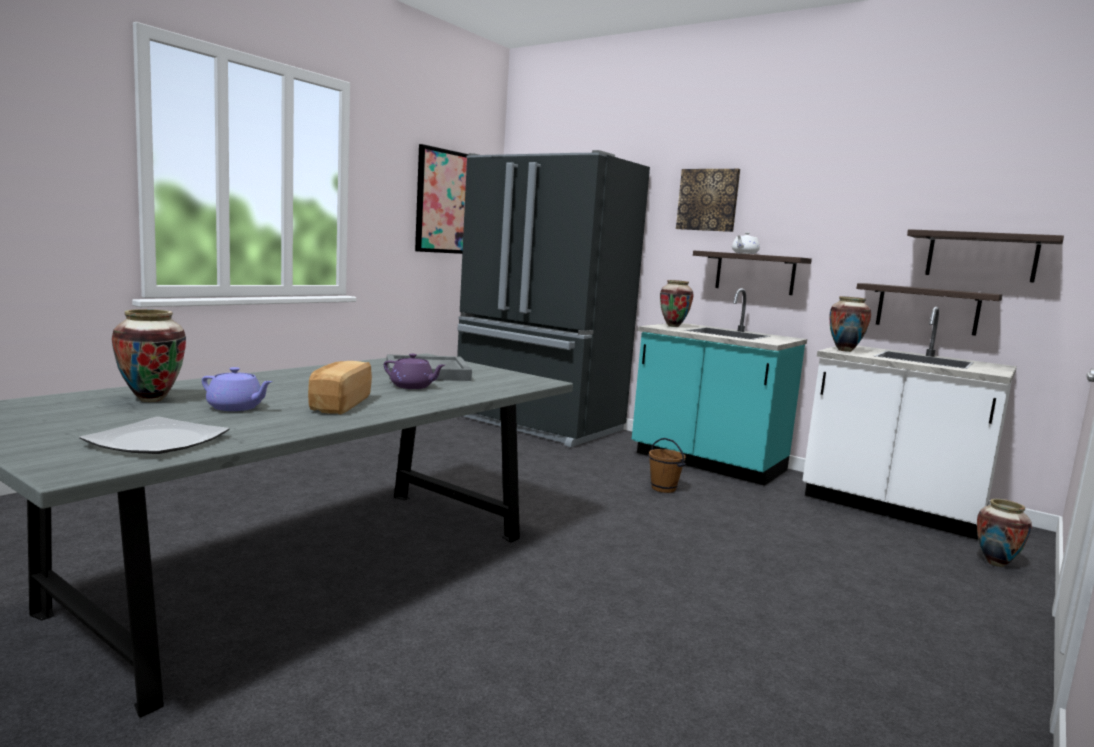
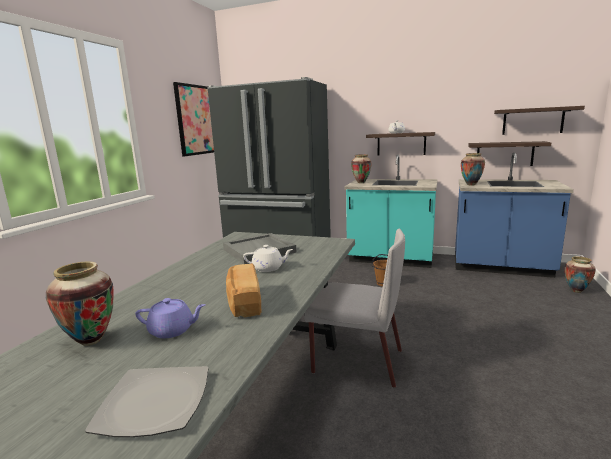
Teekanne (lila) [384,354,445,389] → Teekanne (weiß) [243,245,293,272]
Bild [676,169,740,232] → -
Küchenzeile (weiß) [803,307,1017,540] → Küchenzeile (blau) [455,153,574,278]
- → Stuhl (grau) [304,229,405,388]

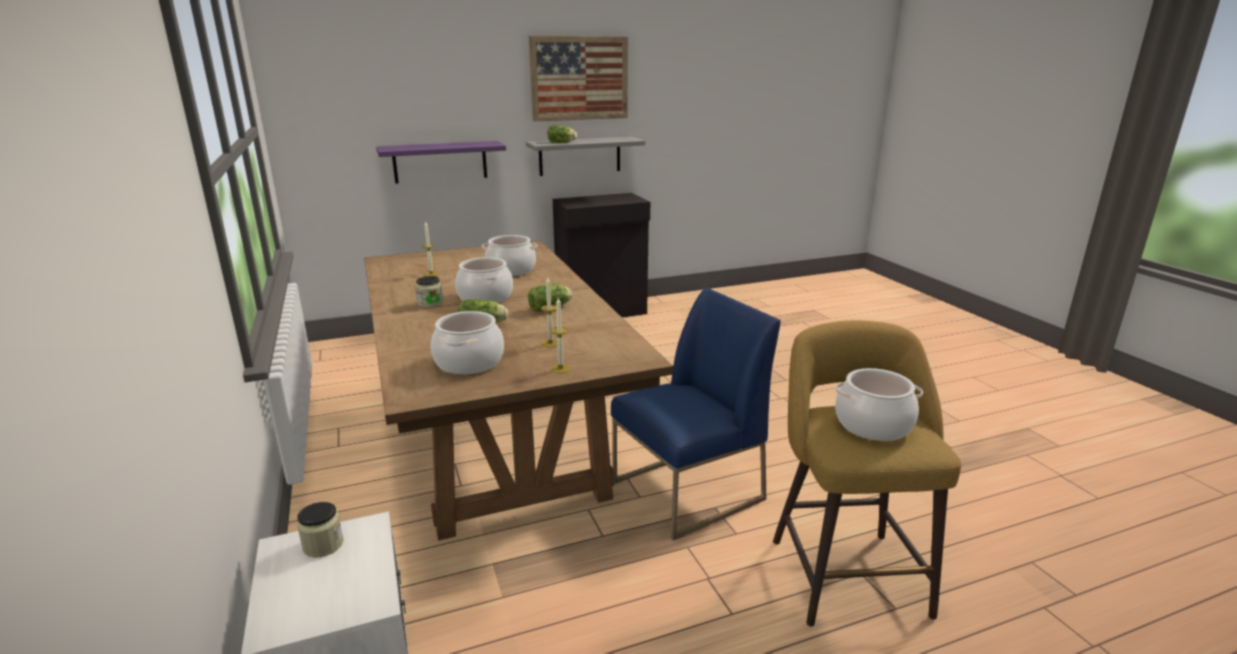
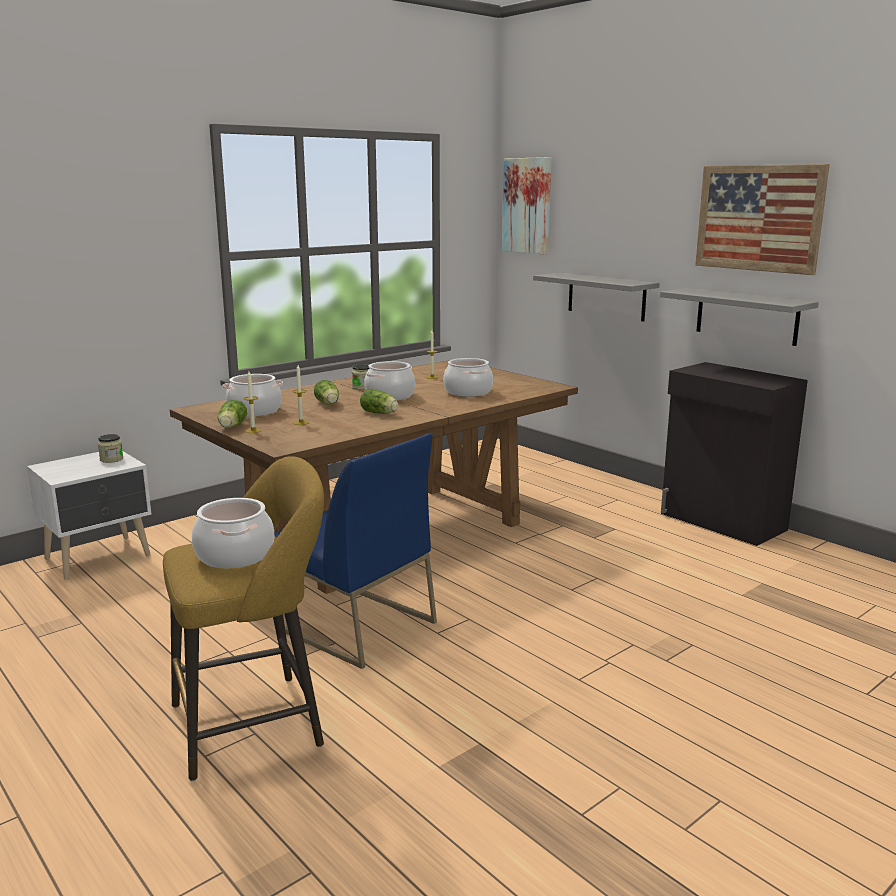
Wandregal (lila) [376,141,506,184] → Wandregal (grau) [533,273,660,322]
Salatkopf [547,125,577,143] → Salatkopf [218,400,247,428], relocated
- → Bild [502,157,551,255]

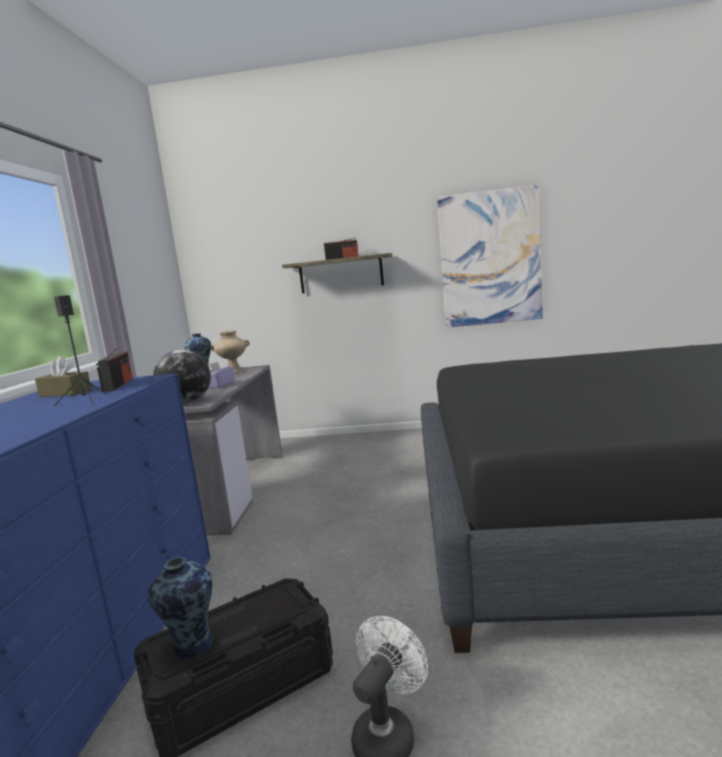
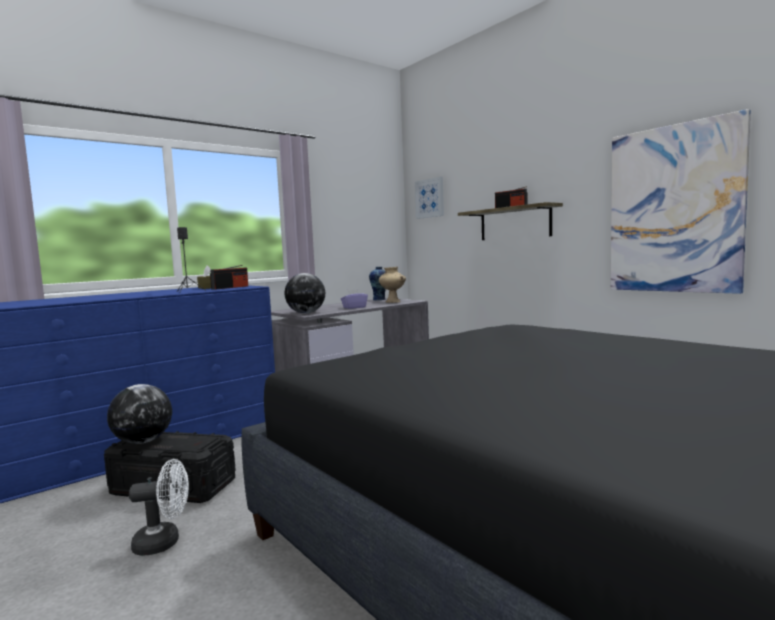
Vase [148,557,213,660] → Globus [107,384,172,444]
- → Bild [415,177,444,219]

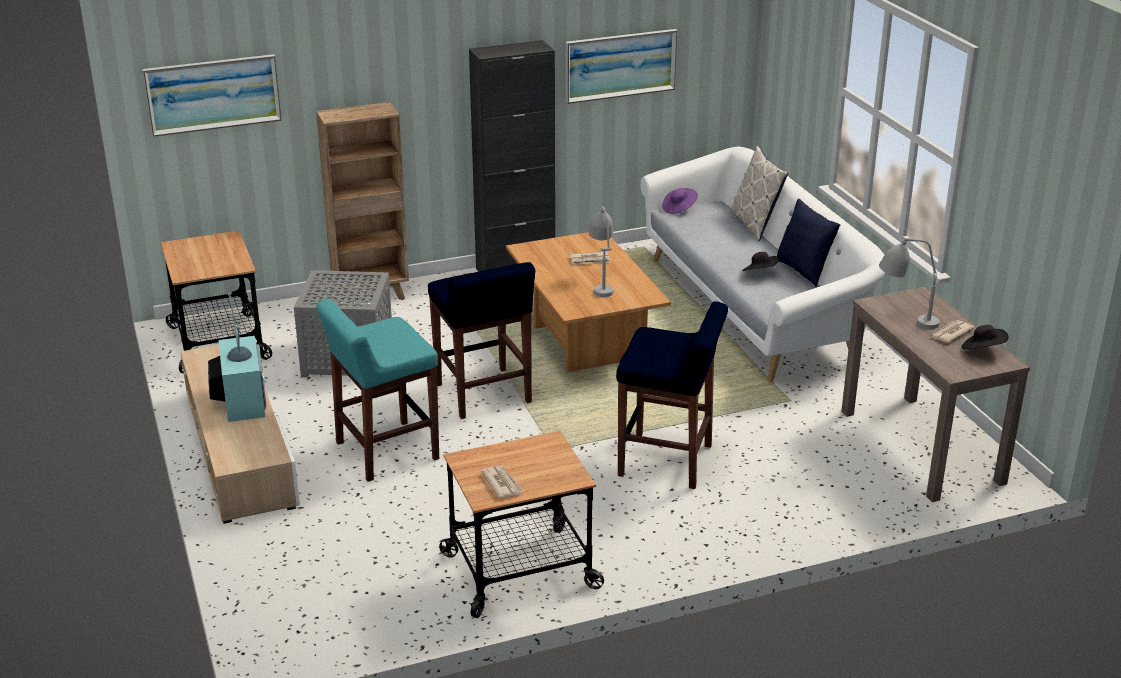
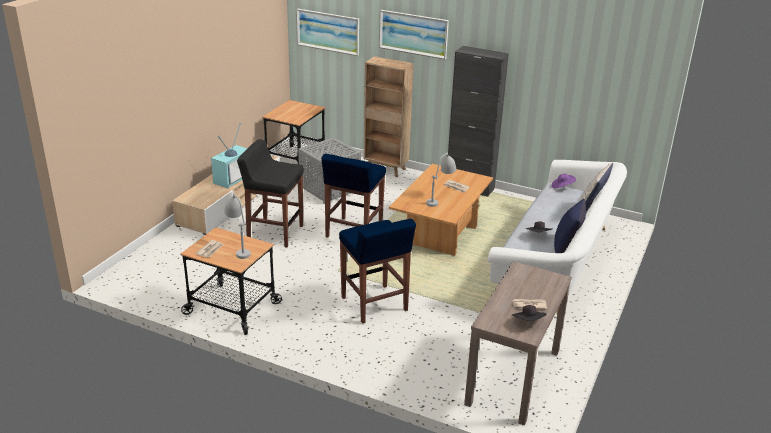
Hocker (türkis) [316,298,439,482] → Hocker (schwarz) [237,139,304,248]
Bild [566,29,677,104] → Bild [379,10,449,59], relocated
Tischlampe (grau) [879,238,940,329] → Tischlampe (grau) [224,194,250,259], relocated

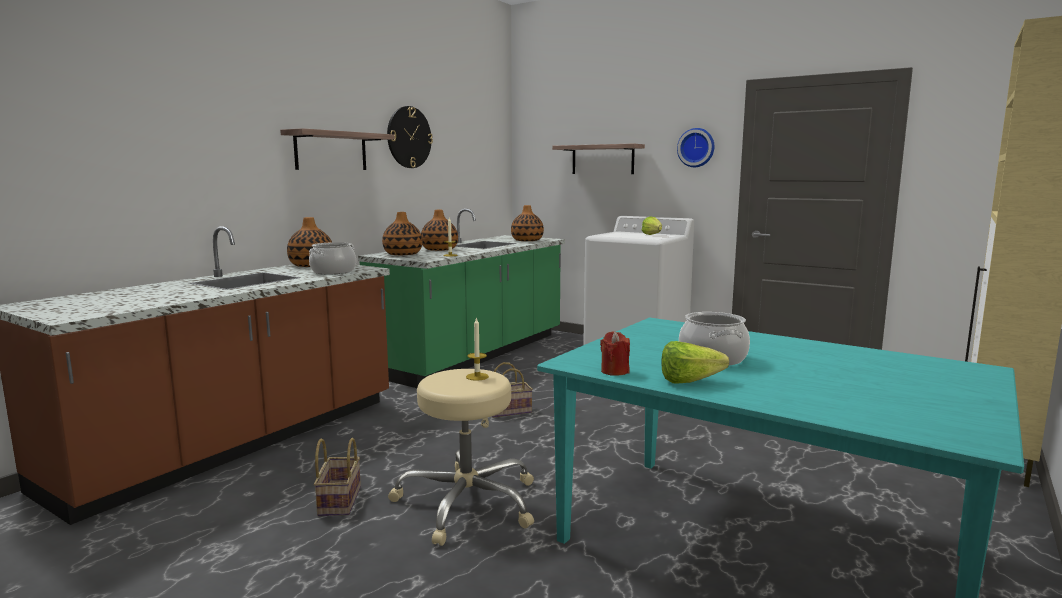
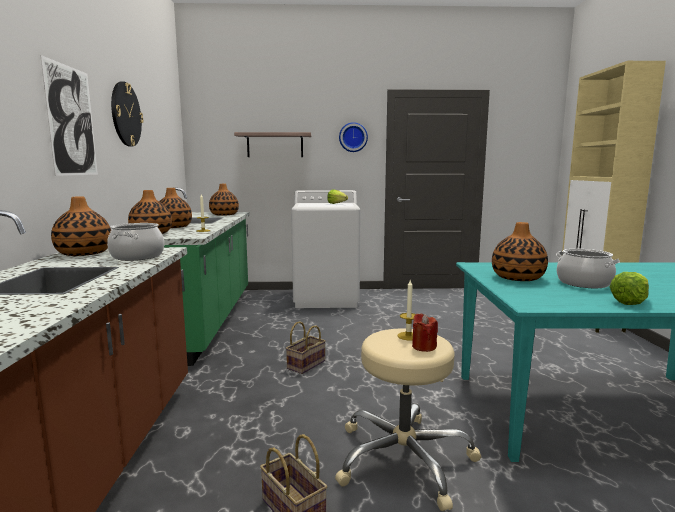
Wandregal [280,128,395,170] → Bild [40,55,98,176]
Kerze (rot) [600,331,630,376] → Kerze (rot) [412,313,438,352], relocated
- → Vase [492,222,548,281]

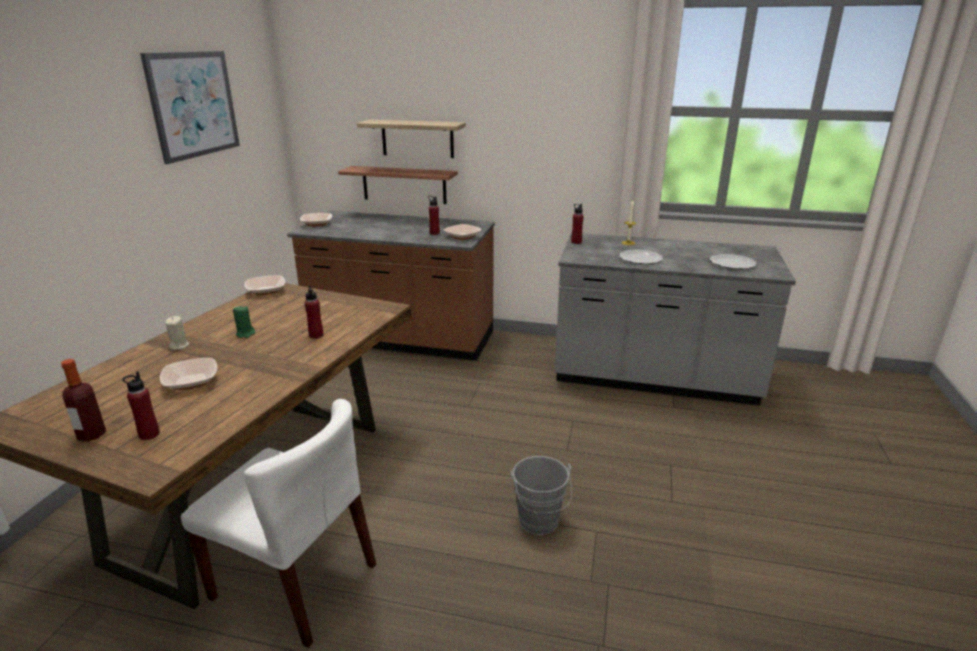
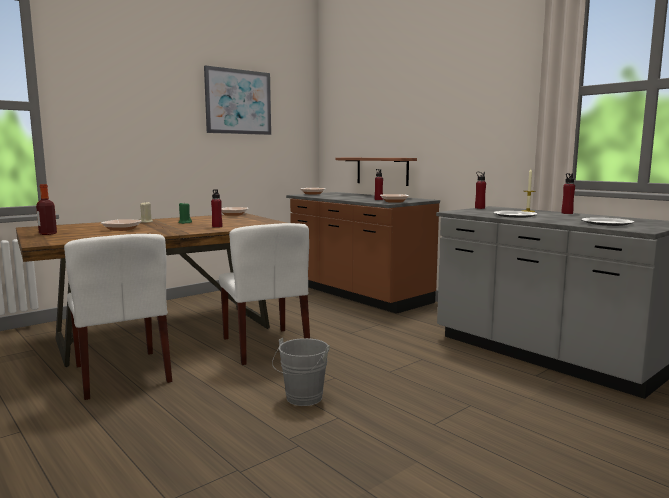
Flasche (rot) [123,371,160,440] → Flasche (rot) [561,173,575,214], relocated
Wandregal [357,119,466,158] → -
- → Stuhl (weiß) [219,223,310,365]

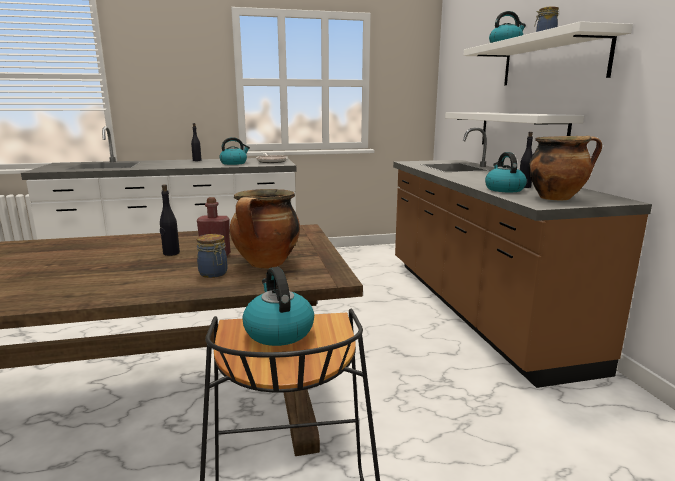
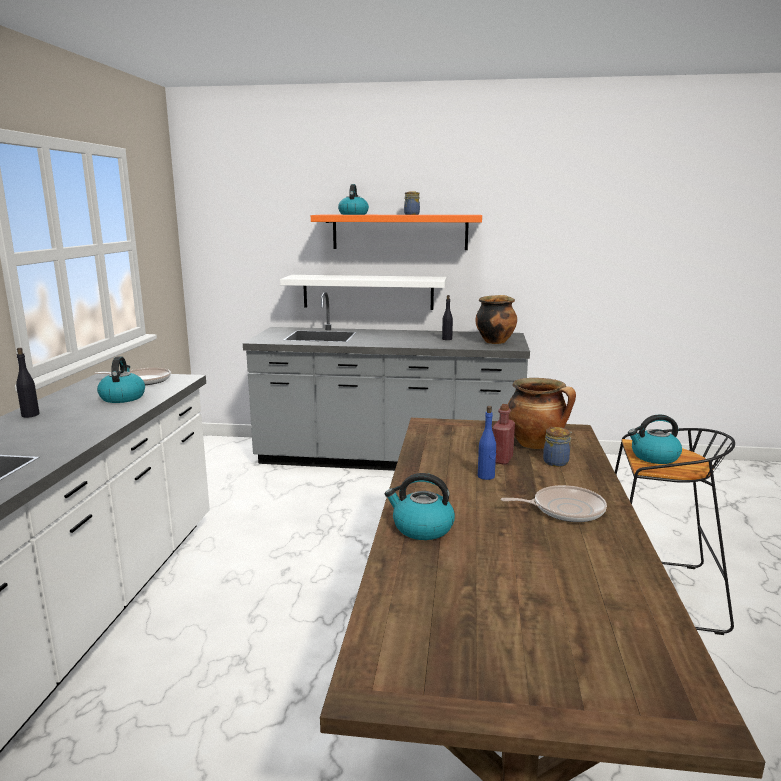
Flasche (schwarz) [160,184,180,256] → Flasche (blau) [478,406,496,480]
Küchenzeile (braun) [393,127,652,388] → Küchenzeile (grau) [243,292,530,471]
Wandregal (weiß) [463,21,633,85] → Wandregal (orange) [311,215,482,250]
Wasserkessel [485,152,527,192] → Wasserkessel [385,473,455,540], relocated
- → Pfanne [501,485,607,522]

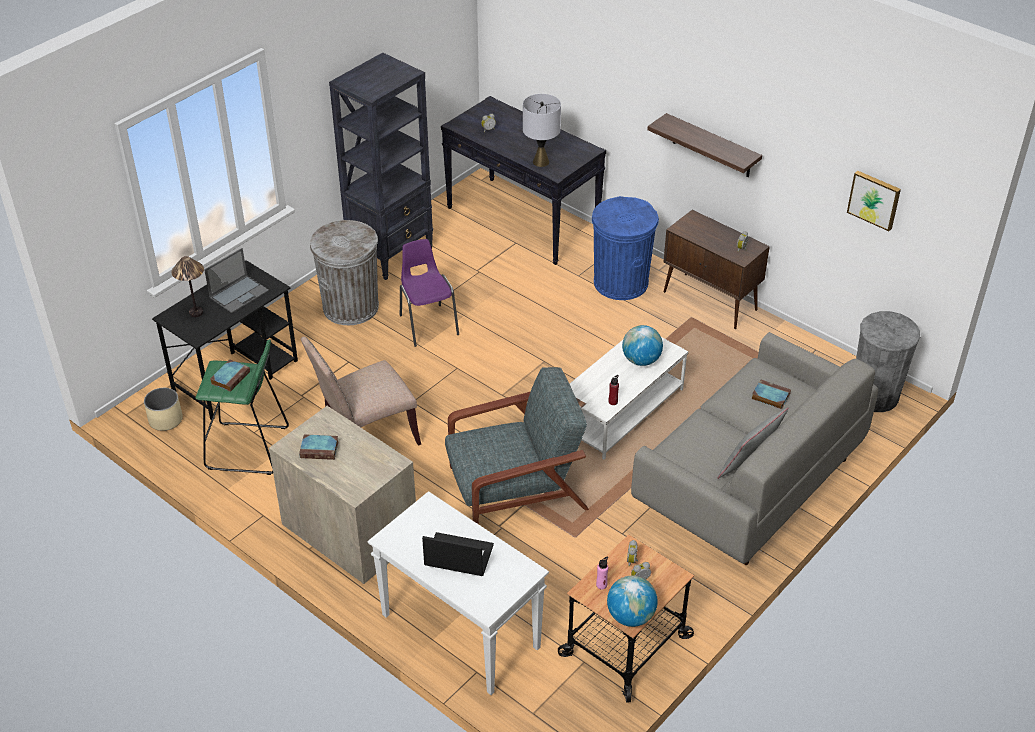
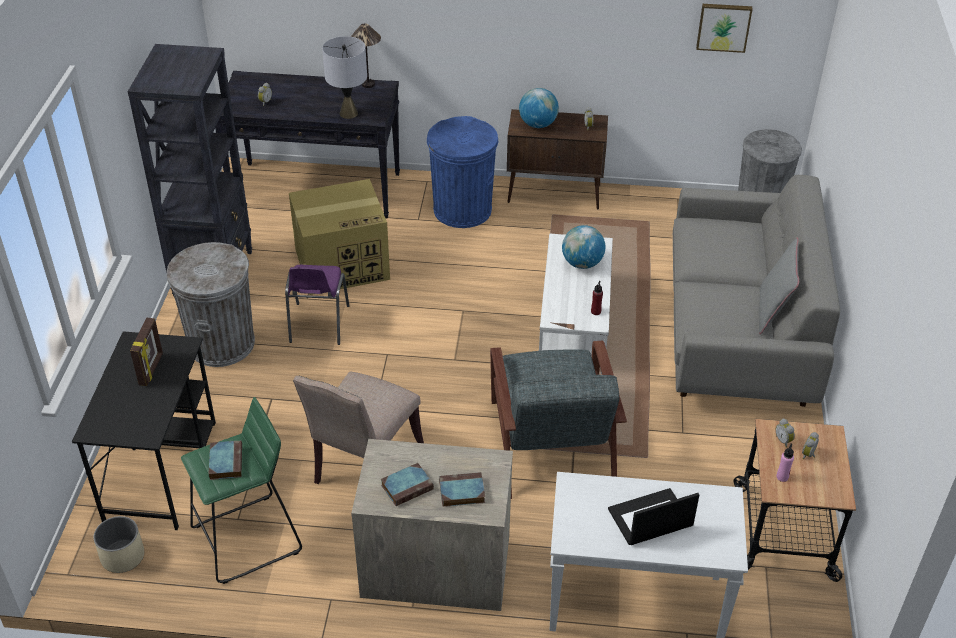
Tischlampe [172,256,204,317] → Tischlampe [351,24,381,88], relocated
Laptop [204,248,269,313] → Bilderrahmen [130,318,163,386]
Stuhl (lila) [400,239,459,347] → Stuhl (lila) [285,265,350,345], 120 degrees counterclockwise
Sessel (grau) [445,367,589,524] → Sessel (grau) [490,341,627,499], 135 degrees clockwise
Globus [607,576,658,627] → Globus [519,88,559,128], relocated
Wandregal [647,113,762,177] → -
Buch [751,379,791,409] → Buch [439,472,485,507], relocated
- → Karton [289,179,390,295]

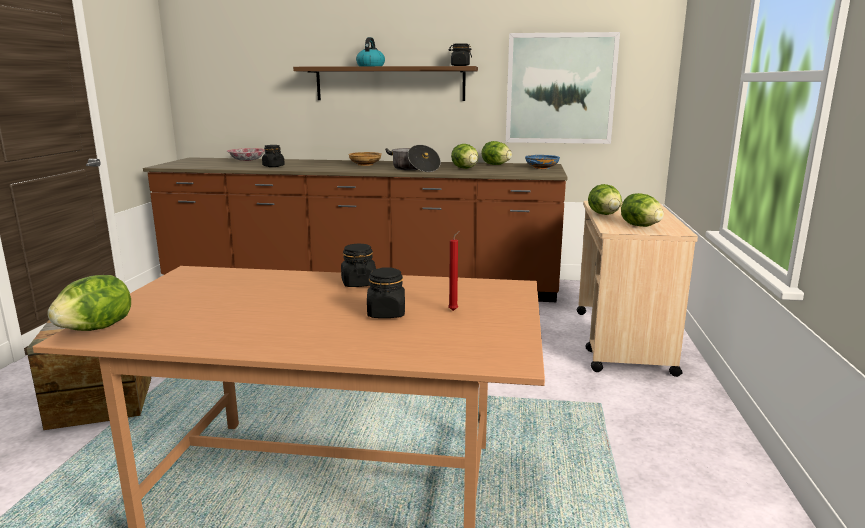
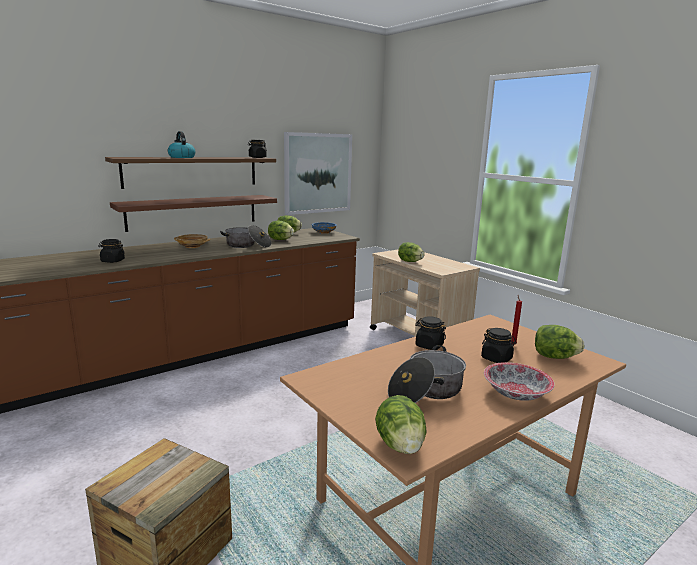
Schüssel [227,148,265,161] → Schüssel [484,362,555,401], relocated
Salatkopf [621,193,664,227] → Salatkopf [535,325,584,359], relocated
- → Wandregal (braun) [110,195,277,232]
- → Kochtopf [388,345,466,403]

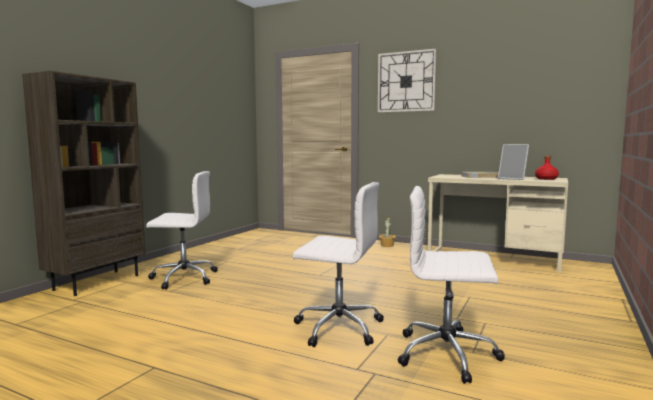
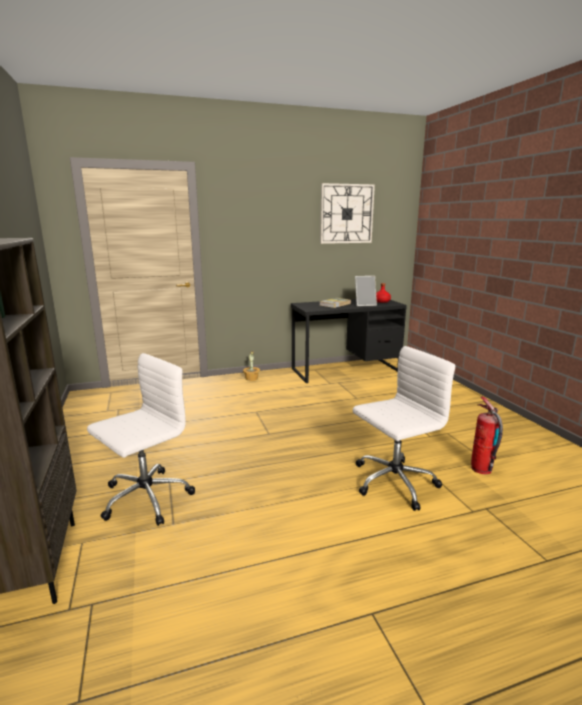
Wanduhr [378,49,436,112] → Wanduhr [320,183,375,244], relocated
Bürostuhl (weiß) [398,186,505,384] → Feuerlöscher [471,396,503,474]
Schreibtisch (beige) [428,174,568,273] → Schreibtisch (schwarz) [291,299,407,383]

